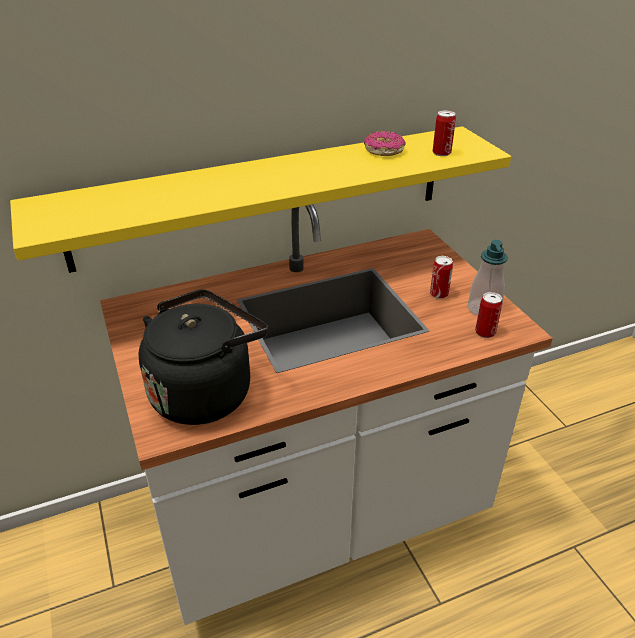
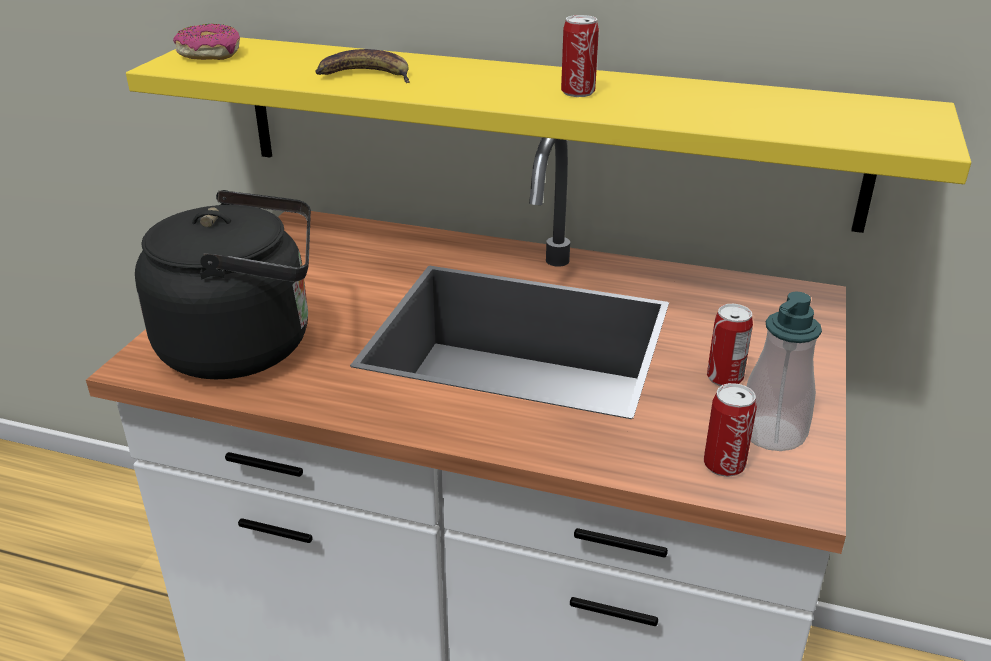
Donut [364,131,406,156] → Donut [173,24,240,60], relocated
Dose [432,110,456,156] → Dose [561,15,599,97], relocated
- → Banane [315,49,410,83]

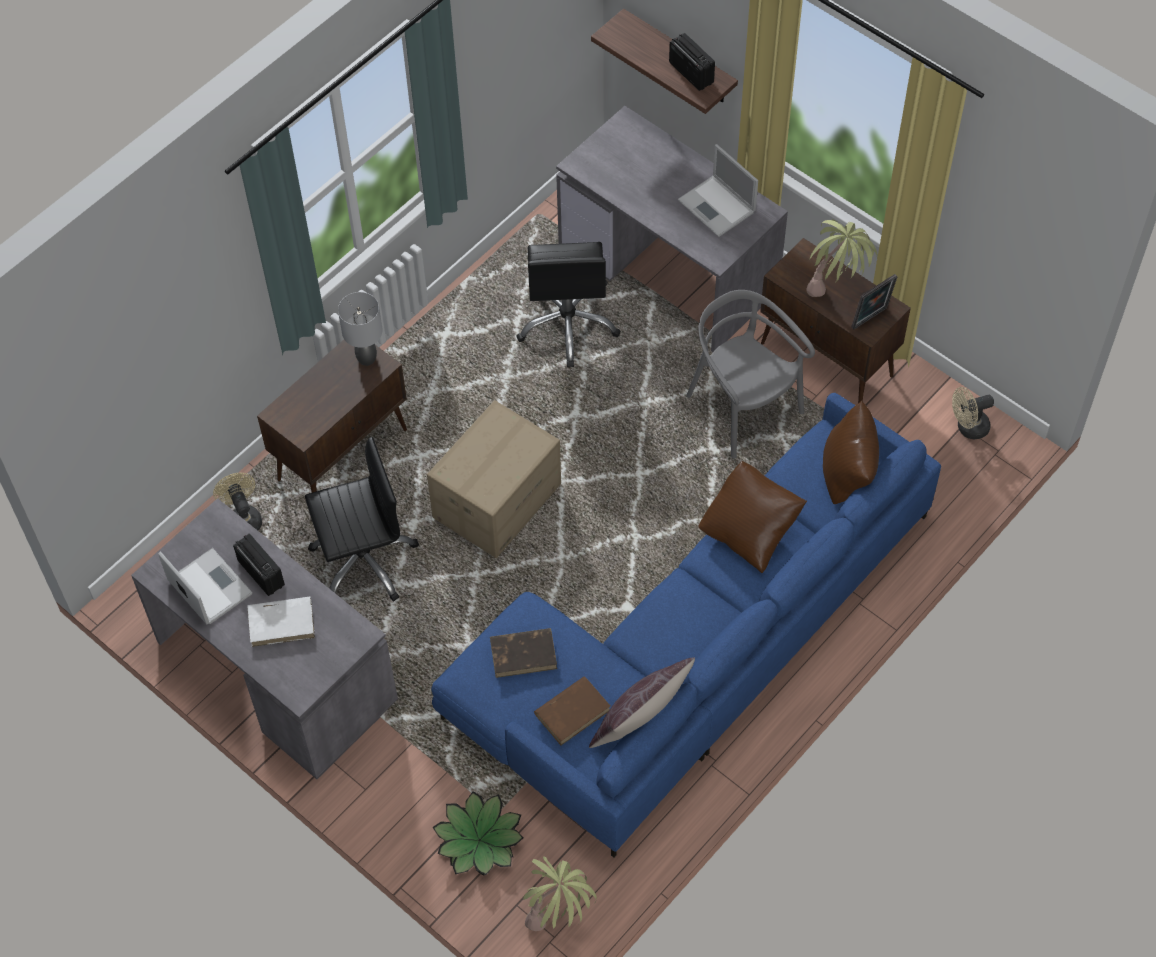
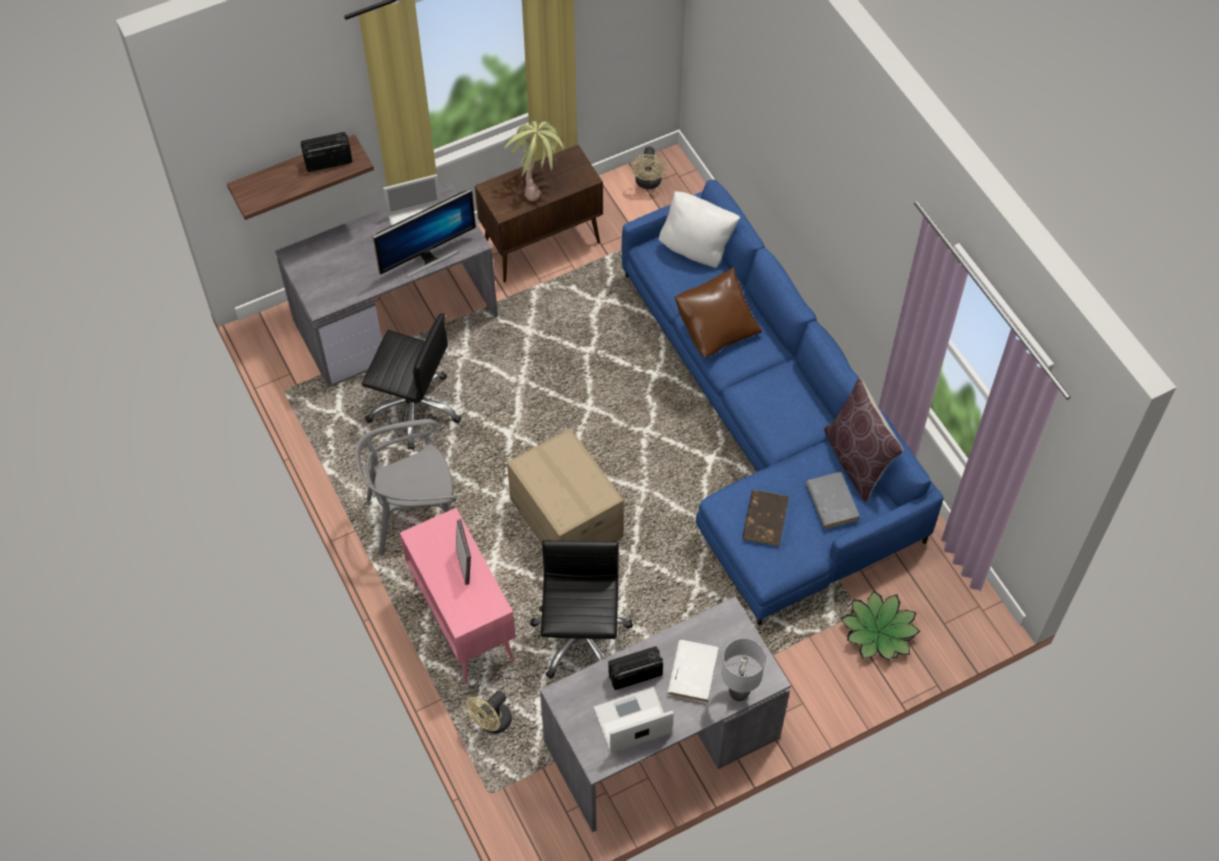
Ventilator (beige) [213,473,262,530] → Ventilator (beige) [466,690,512,734], 45 degrees counterclockwise
Schrank (braun) [257,340,407,493] → Schrank (rosa) [400,508,516,683]
Tischlampe (grau) [338,292,383,366] → Tischlampe (grau) [721,638,765,701], relocated
Topfpflanze [523,856,597,931] → -
Buch (braun) [534,676,610,745] → Buch (grau) [805,472,860,529]
Stuhl (grau) [686,290,815,459] → Stuhl (grau) [355,419,456,556], relocated
Kissen (braun) [823,401,879,504] → Kissen (weiß) [659,191,740,268]
Bilderrahmen [851,274,898,329] → Bilderrahmen [456,519,471,585], relocated
- → Monitor [372,189,476,278]

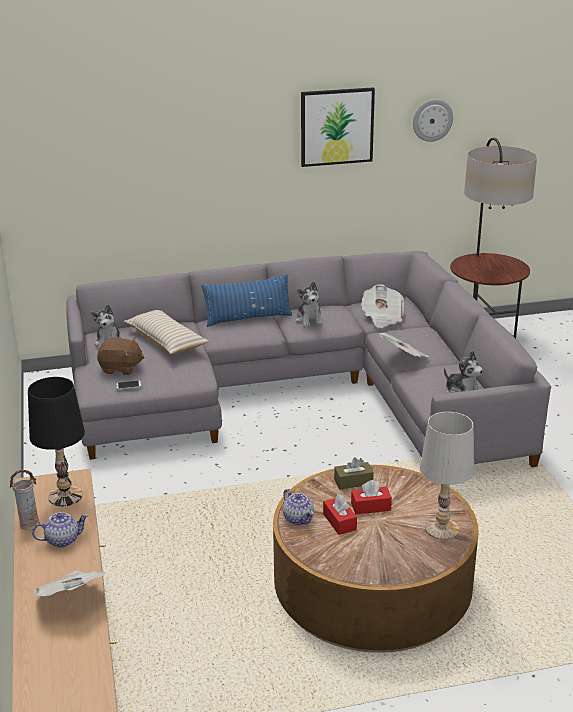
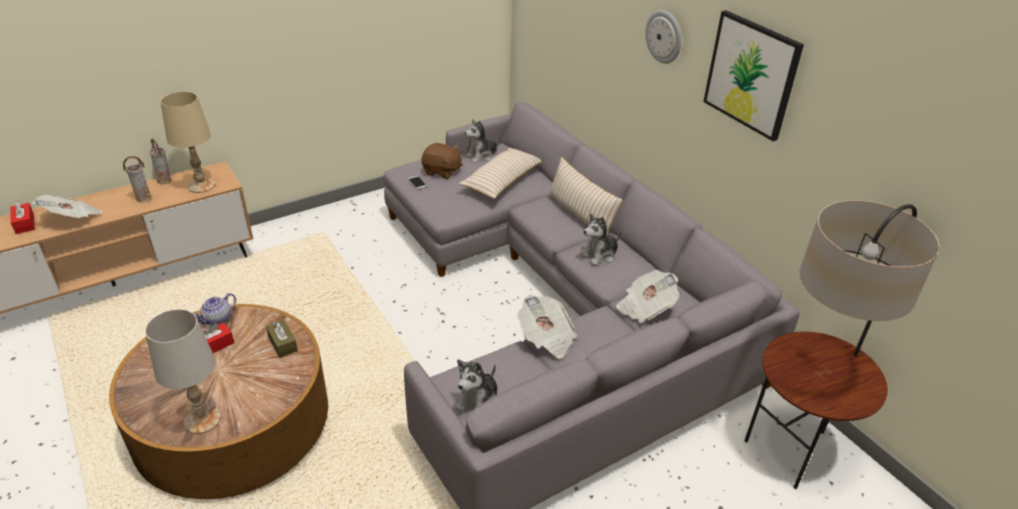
Tischlampe (schwarz) [28,377,85,506] → Tischlampe (beige) [160,91,215,193]
Teekanne [32,512,89,548] → Vase [123,156,152,202]
Plüschtier (braun) [97,338,144,375] → Plüschtier (braun) [421,143,463,179], 60 degrees counterclockwise
Kissen (blau) [202,274,292,327] → Kissen (beige) [547,157,623,235]
Taschentuchbox (rot) [351,480,392,514] → Taschentuchbox (rot) [10,200,35,234], relocated
Wanduhr [413,99,453,142] → Wanduhr [646,10,681,64], relocated

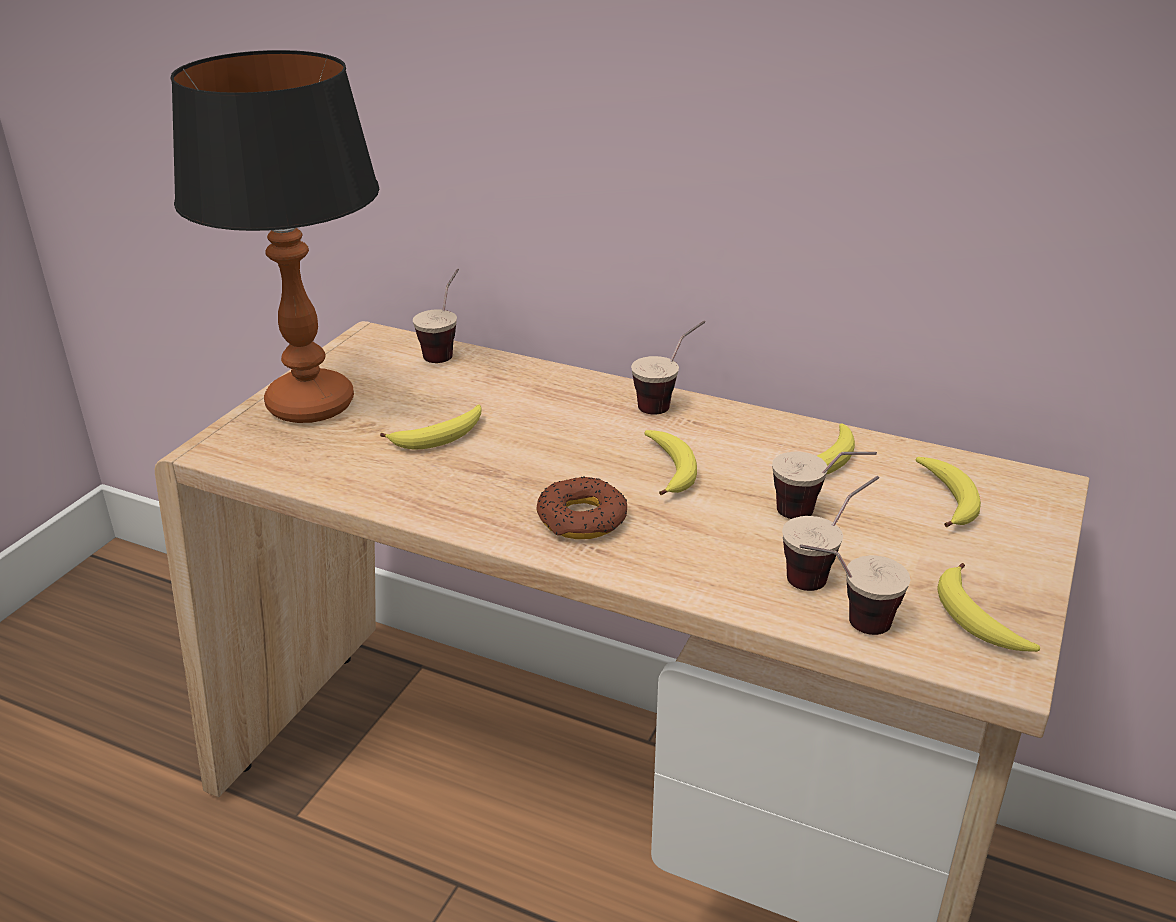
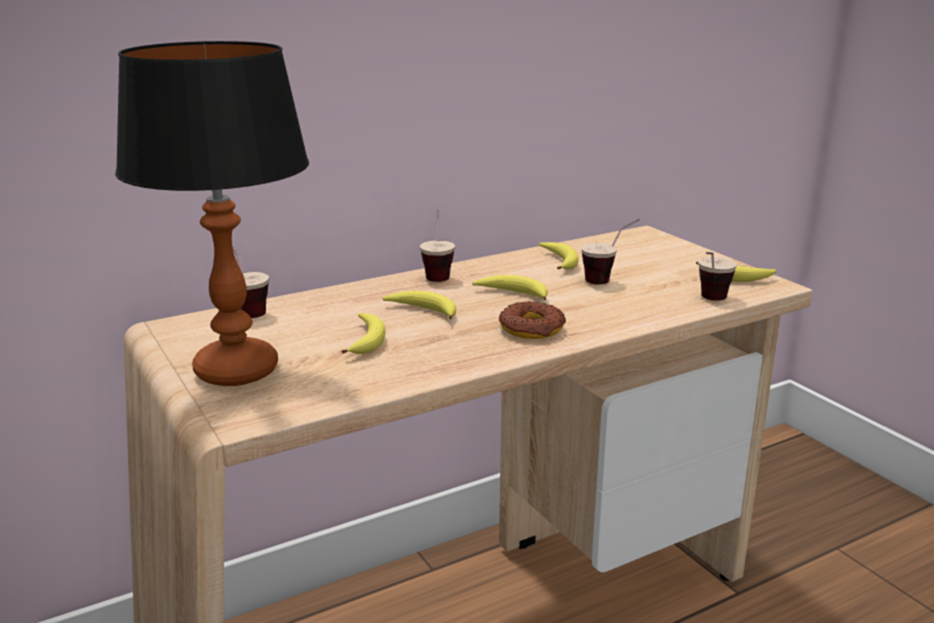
Tasse [782,476,879,591] → -
Banane [916,457,981,527] → Banane [382,291,456,319], relocated

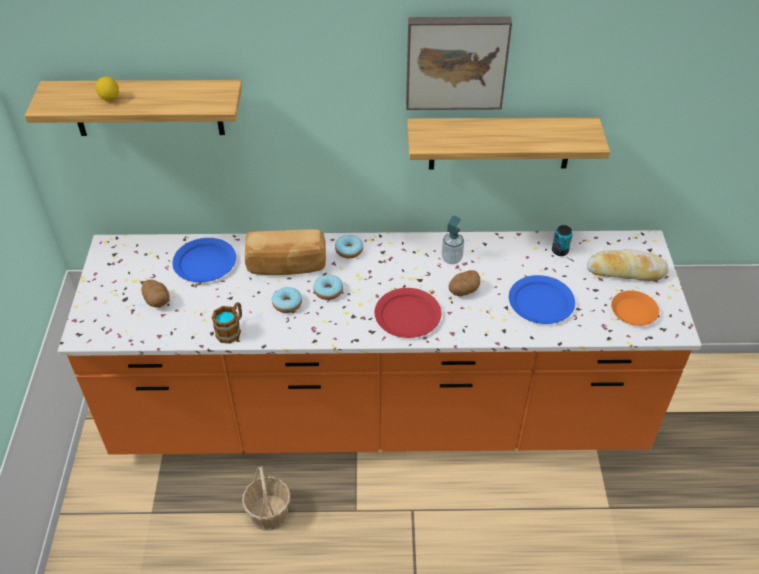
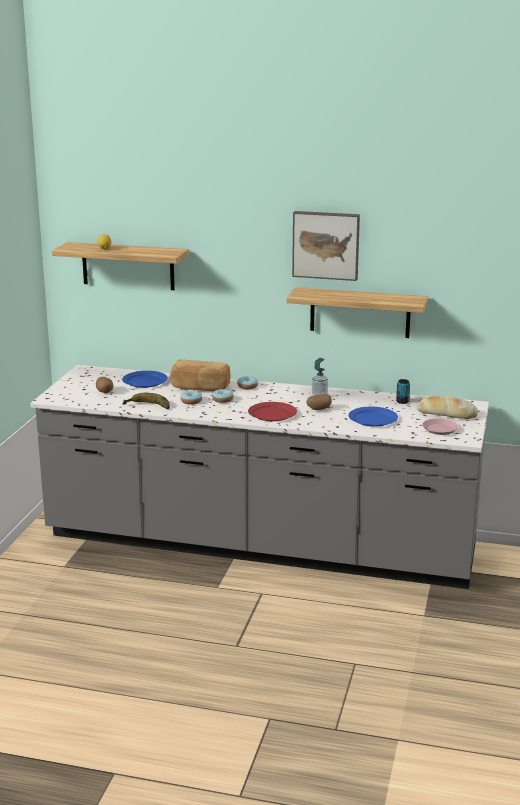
Küchenzeile (orange) [58,230,701,455] → Küchenzeile (grau) [31,365,489,589]
Henkelbecher [212,302,242,344] → Banane [122,393,170,409]
Korb [242,466,291,531] → -
Teller (orange) [611,290,659,326] → Teller (rosa) [422,418,458,435]

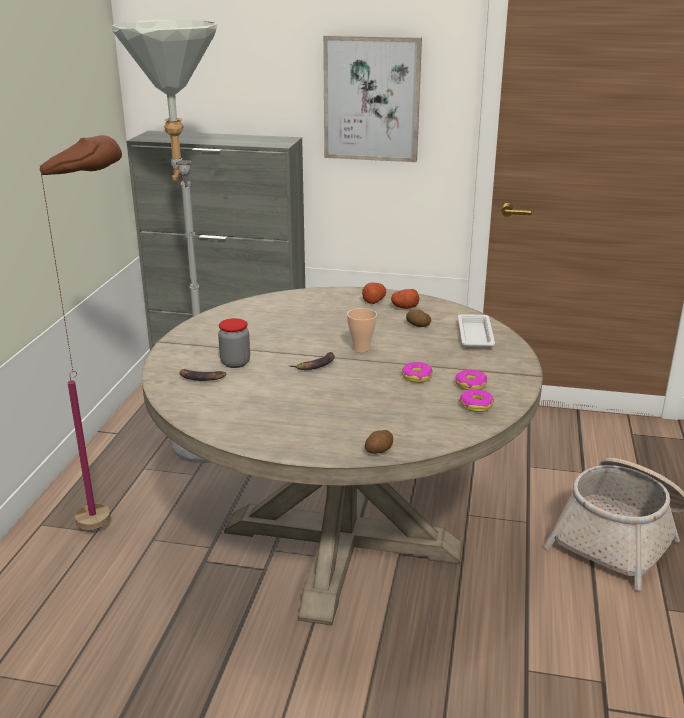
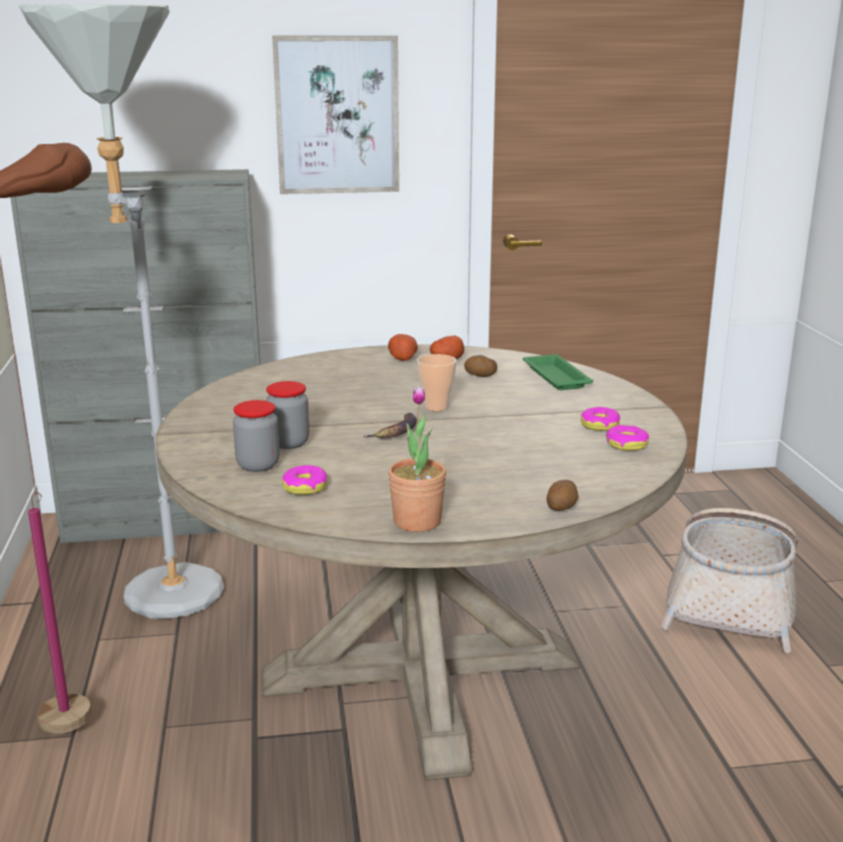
Banane [179,368,226,381] → Vorratsglas [233,400,280,472]
Donut [402,362,433,383] → Donut [282,465,328,495], relocated
Tablett (weiß) [458,314,495,349] → Tablett (grün) [523,354,593,390]
- → Topfpflanze [388,386,446,532]

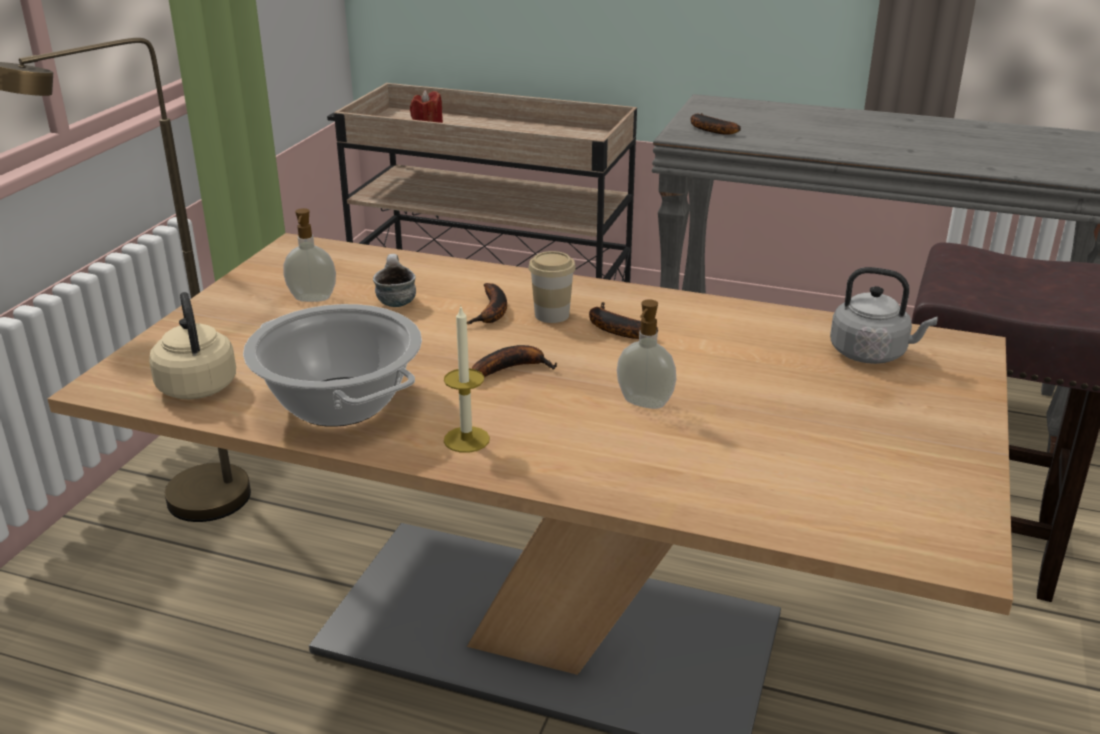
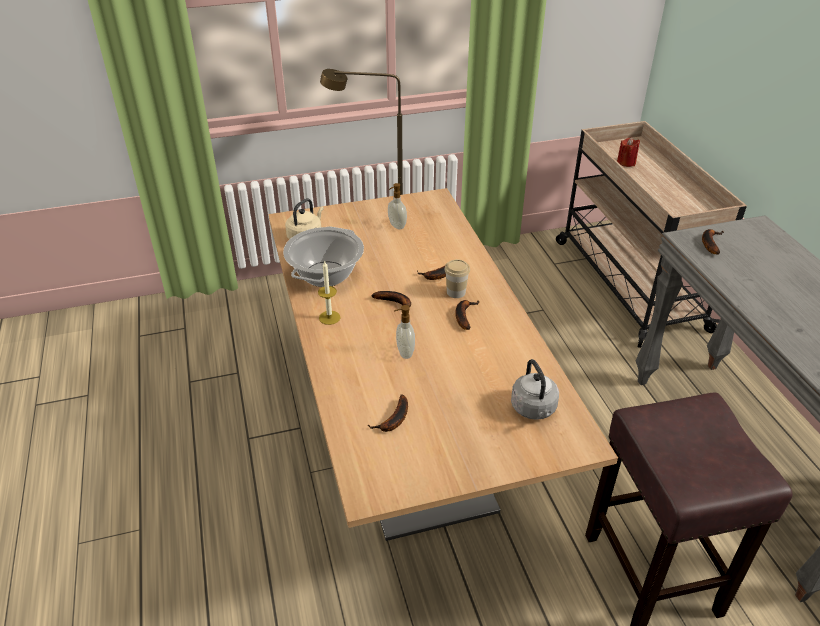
Henkelbecher [373,254,416,307] → -
- → Banane [368,394,408,432]

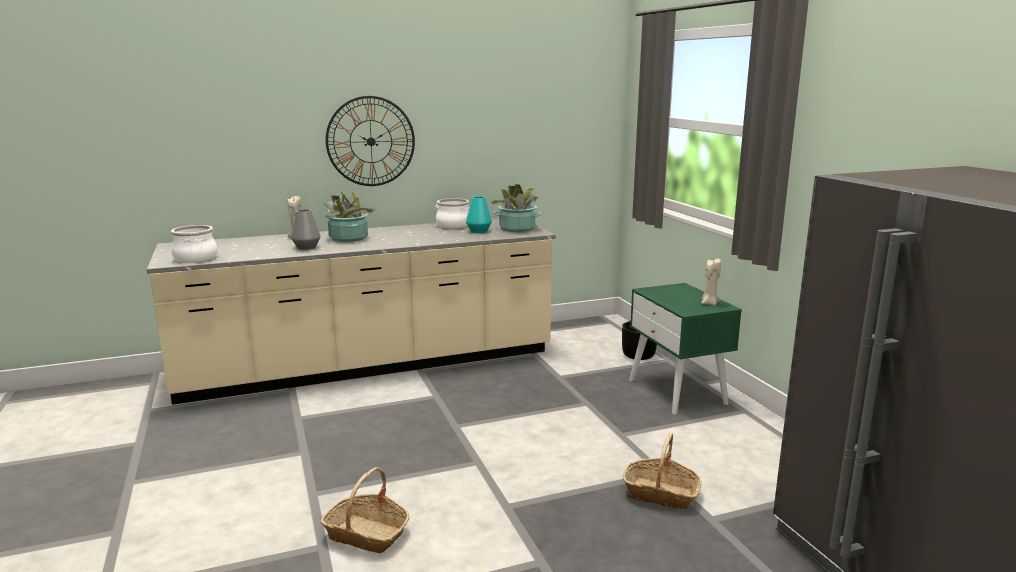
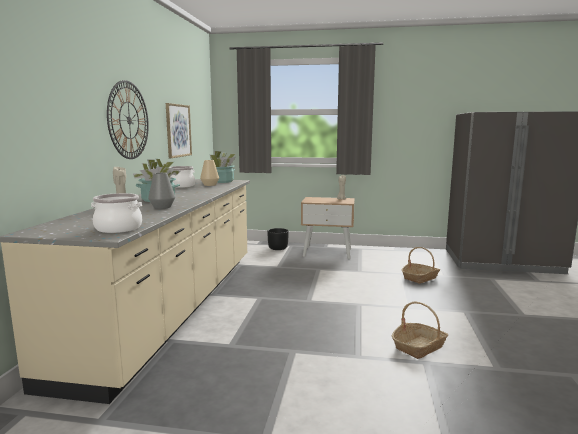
Vase (türkis) [466,196,492,233] → Vase (beige) [200,160,219,186]
Nachttisch (grün) [629,283,742,414] → Nachttisch (beige) [301,197,355,259]
- → Bild [166,103,192,158]

